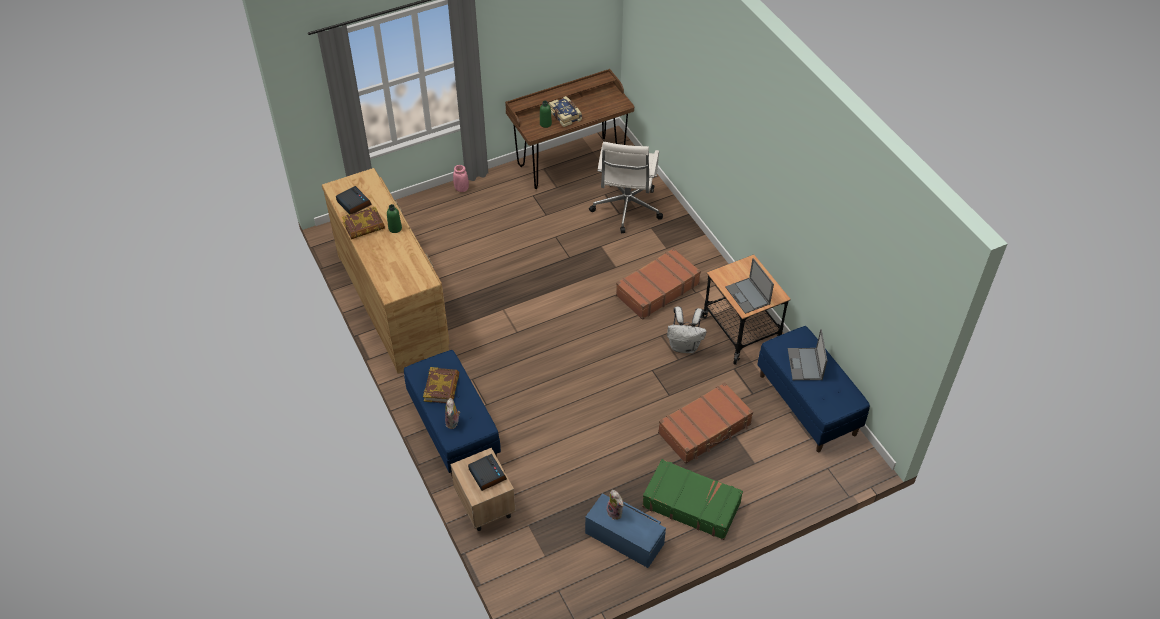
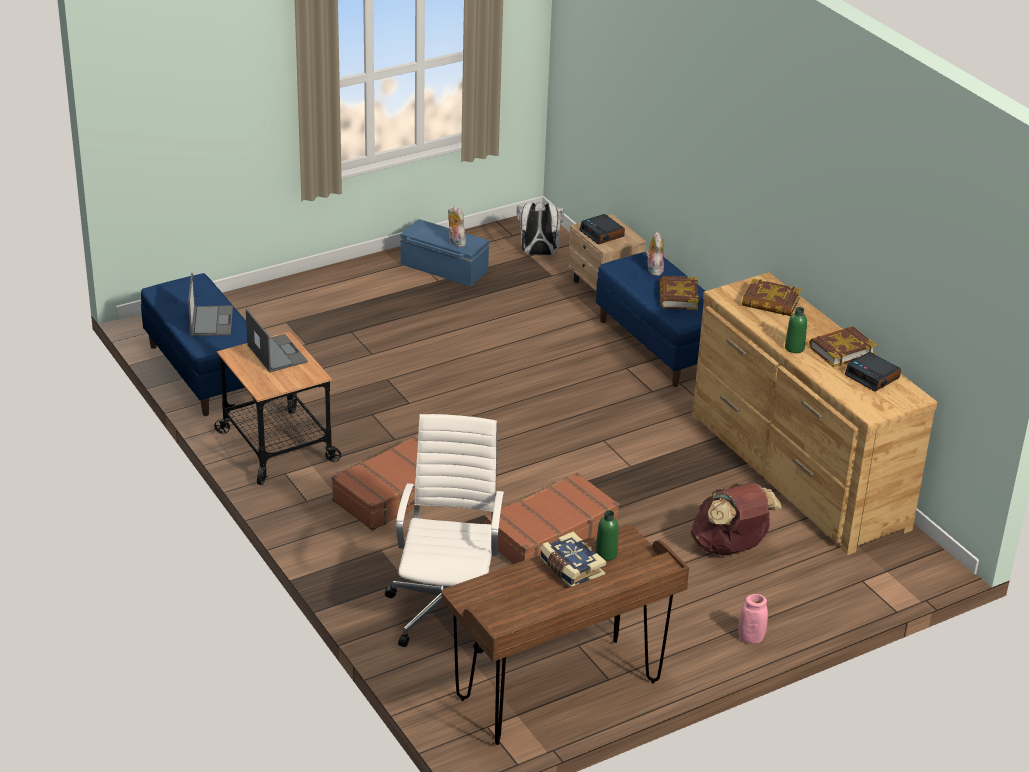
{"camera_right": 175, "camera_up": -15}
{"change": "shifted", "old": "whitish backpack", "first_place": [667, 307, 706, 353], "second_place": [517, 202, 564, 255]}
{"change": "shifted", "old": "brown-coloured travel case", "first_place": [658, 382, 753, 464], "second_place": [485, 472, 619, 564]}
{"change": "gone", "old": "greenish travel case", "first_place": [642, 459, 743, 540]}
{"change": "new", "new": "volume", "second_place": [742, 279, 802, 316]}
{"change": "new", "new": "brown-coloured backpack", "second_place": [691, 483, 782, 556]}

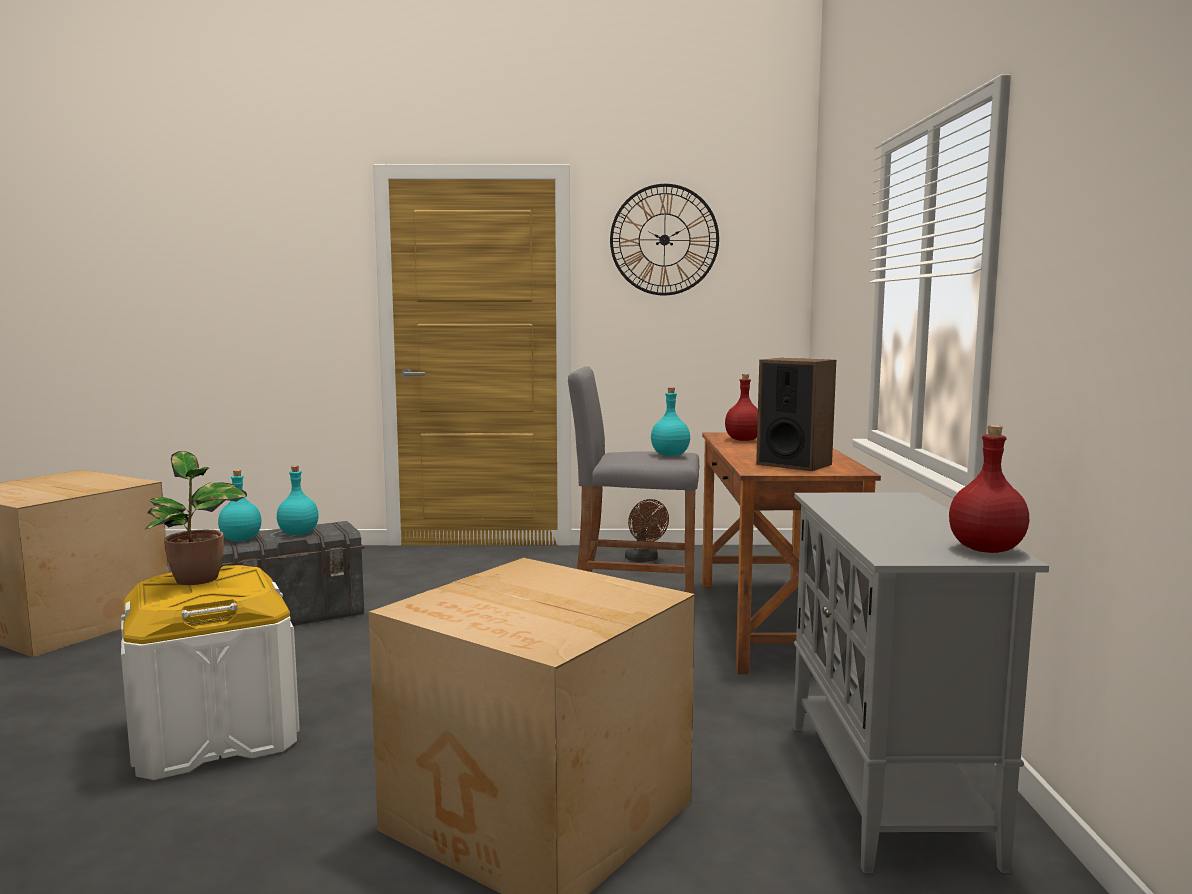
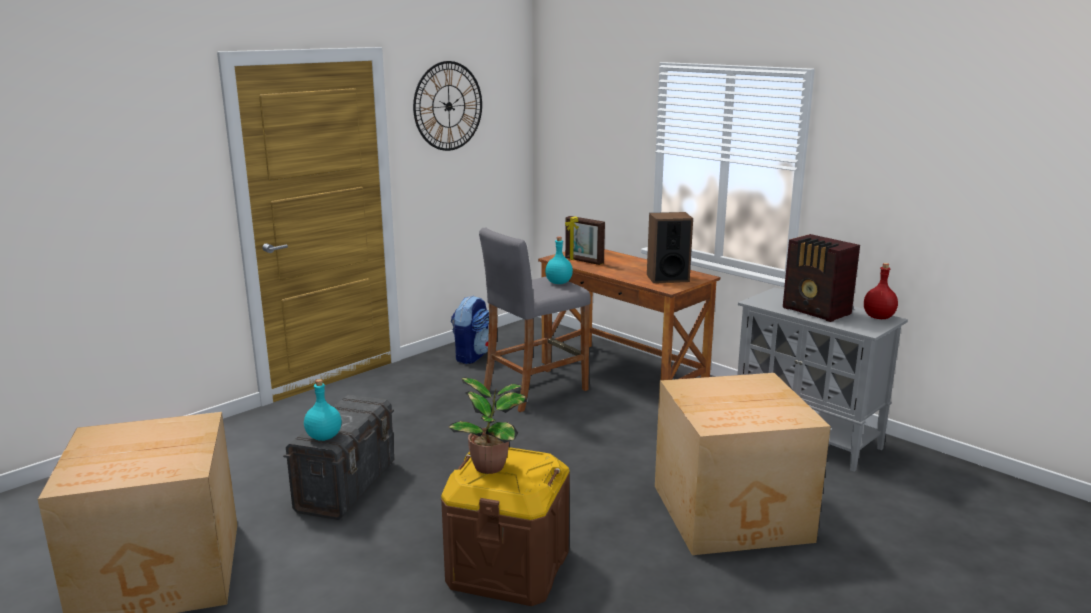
{"camera_right": -45, "camera_up": 10}
{"change": "swapped", "old": "red-coloured drink bottle", "new": "picture frame", "first_place": [725, 374, 758, 441], "second_place": [565, 216, 605, 265]}
{"change": "gone", "old": "turquoise drink bottle", "first_place": [277, 466, 319, 535]}
{"change": "swapped", "old": "brown-coloured fan", "new": "backpack", "first_place": [625, 499, 669, 562], "second_place": [451, 295, 489, 364]}
{"change": "repainted", "old": "whitish storage container", "new": "brown-coloured storage container", "first_place": [121, 565, 300, 780], "second_place": [441, 447, 570, 606]}
{"change": "new", "new": "radio receiver", "second_place": [783, 234, 860, 322]}

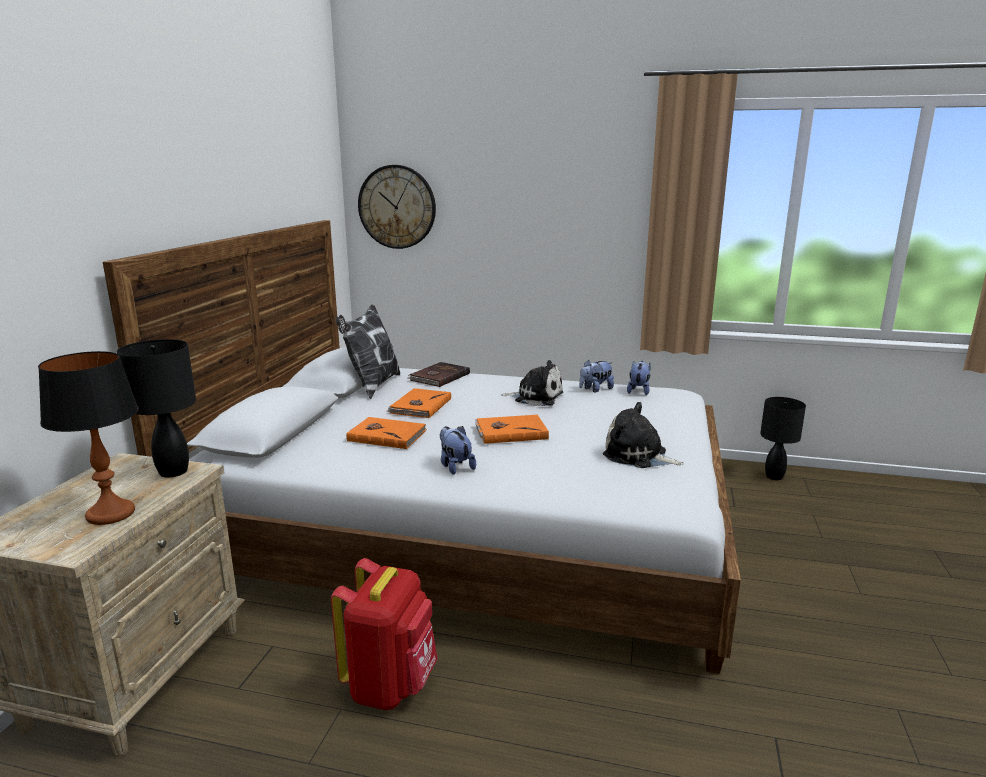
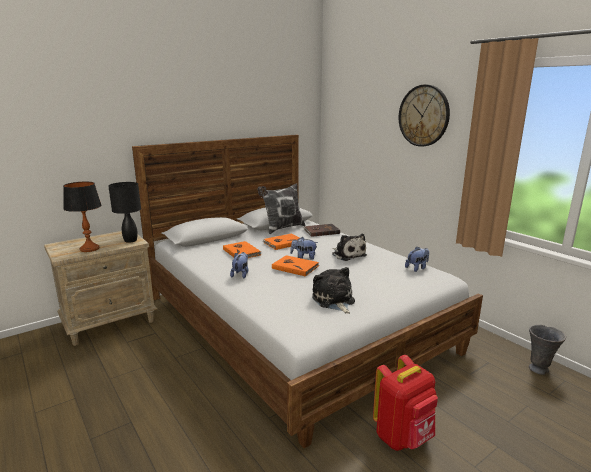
{"camera_right": 40, "camera_up": 0}
{"change": "shifted", "old": "clock on the wall", "first_place": [358, 165, 436, 249], "second_place": [399, 84, 450, 147]}
{"change": "shifted", "old": "plush toy", "first_place": [579, 360, 614, 393], "second_place": [290, 237, 318, 260]}
{"change": "swapped", "old": "blackish tabletop lamp", "new": "greyish flower vase", "first_place": [760, 397, 806, 480], "second_place": [529, 325, 566, 375]}
{"change": "shifted", "old": "red-coloured backpack", "first_place": [331, 558, 437, 710], "second_place": [373, 355, 438, 451]}

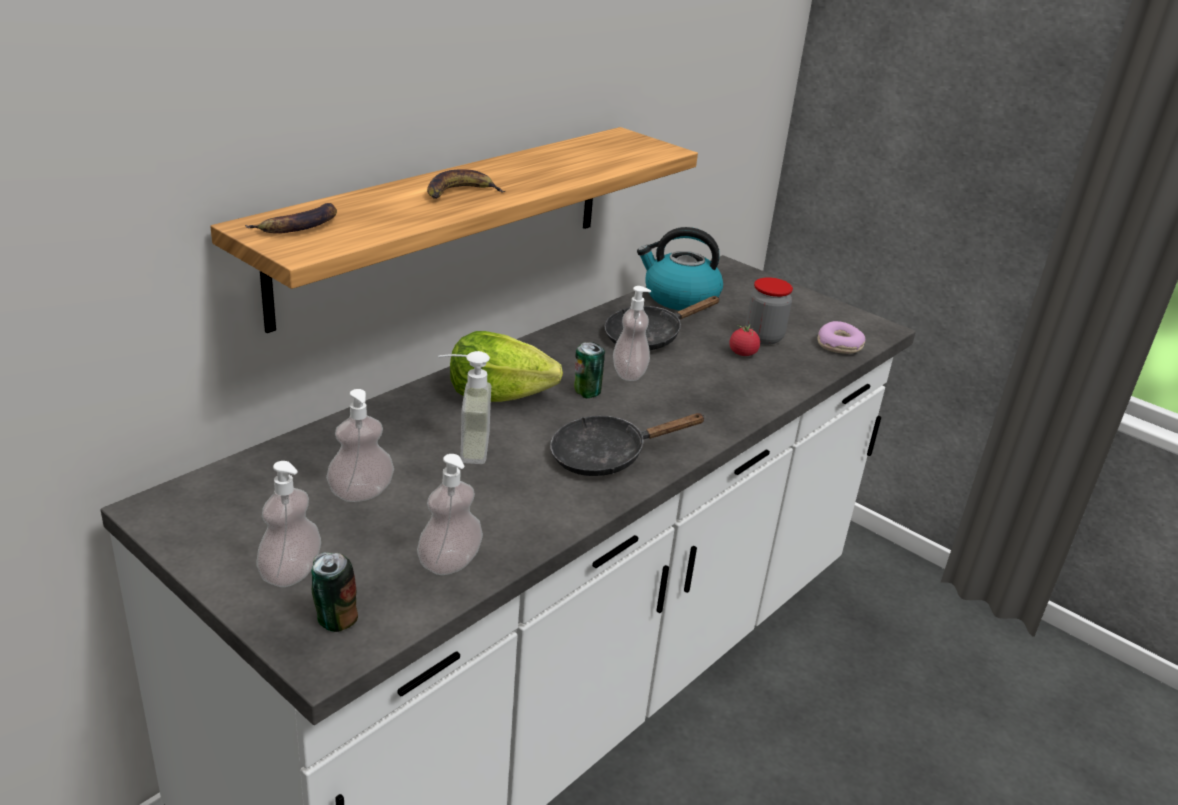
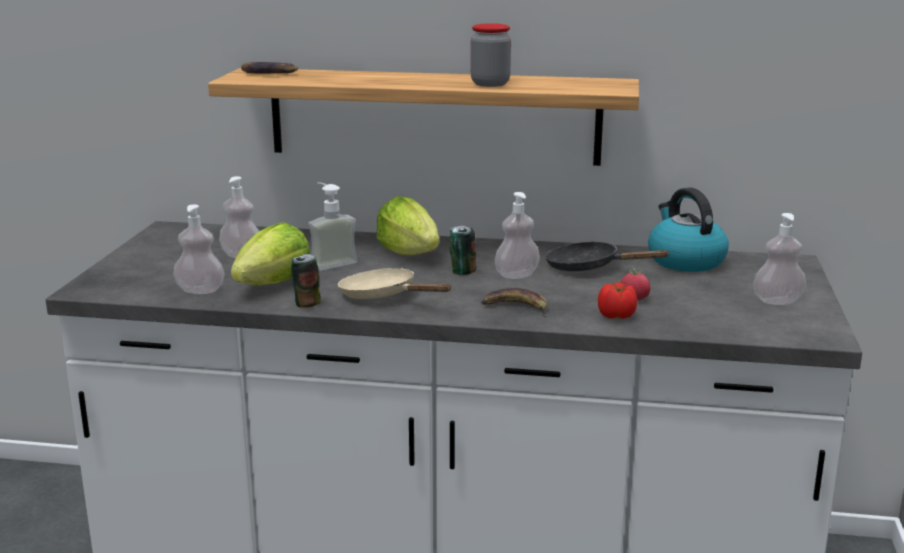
{"camera_right": 60, "camera_up": -10}
{"change": "shifted", "old": "banana", "first_place": [427, 169, 505, 199], "second_place": [481, 288, 547, 317]}
{"change": "shifted", "old": "jar", "first_place": [746, 277, 793, 345], "second_place": [471, 23, 511, 87]}
{"change": "gone", "old": "donut", "first_place": [817, 321, 866, 354]}
{"change": "repainted", "old": "blackish skillet", "new": "beige skillet", "first_place": [550, 413, 706, 476], "second_place": [338, 268, 452, 299]}
{"change": "shifted", "old": "liquid soap bottle", "first_place": [257, 461, 321, 587], "second_place": [753, 213, 806, 305]}
{"change": "shifted", "old": "can", "first_place": [311, 552, 358, 632], "second_place": [291, 254, 321, 307]}
{"change": "new", "new": "head of lettuce", "second_place": [231, 222, 310, 285]}
{"change": "new", "new": "tomato", "second_place": [598, 282, 637, 319]}

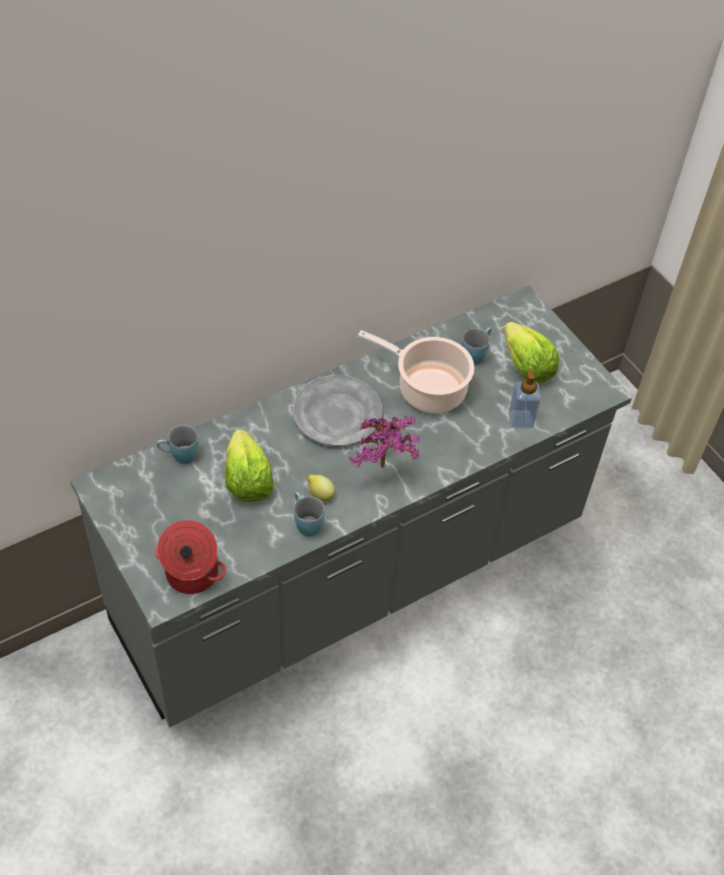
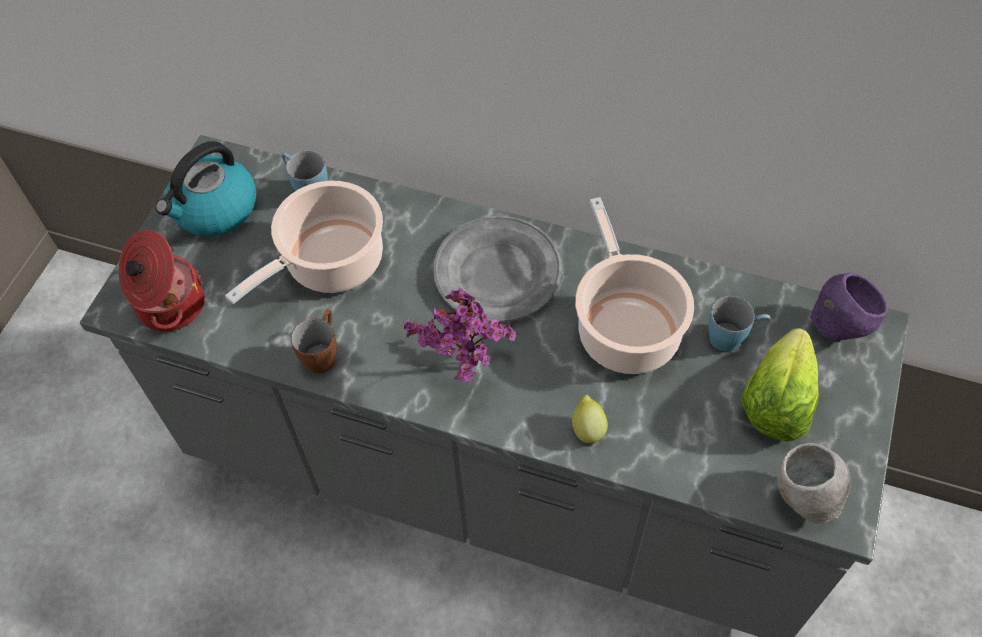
{"camera_right": 55, "camera_up": 5}
{"change": "gone", "old": "liquid soap bottle", "first_place": [509, 368, 541, 428]}
{"change": "swapped", "old": "head of lettuce", "new": "stockpot", "first_place": [225, 430, 274, 502], "second_place": [225, 181, 383, 304]}
{"change": "shifted", "old": "whole lemon", "first_place": [307, 474, 335, 501], "second_place": [572, 394, 608, 445]}
{"change": "repainted", "old": "blue-coloured mug", "new": "brown-coloured mug", "first_place": [294, 492, 325, 537], "second_place": [291, 309, 337, 374]}
{"change": "new", "new": "kettle", "second_place": [155, 141, 256, 236]}
{"change": "new", "new": "purplish bowl", "second_place": [810, 273, 888, 342]}
{"change": "new", "new": "greyish bowl", "second_place": [777, 443, 851, 524]}

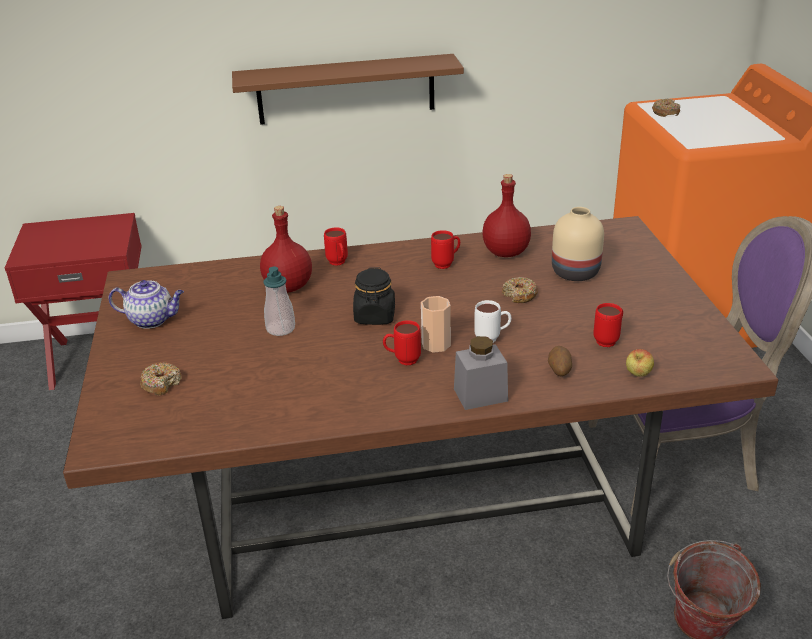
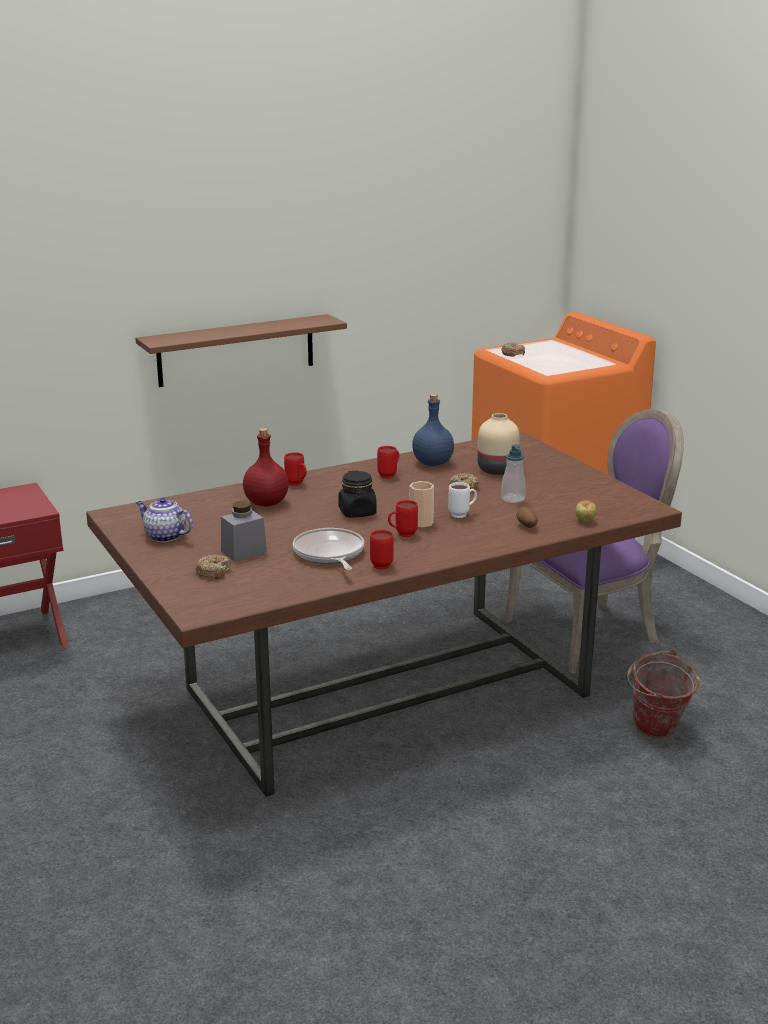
{"camera_right": -20, "camera_up": -10}
{"change": "repainted", "old": "red-coloured drink bottle", "new": "blue-coloured drink bottle", "first_place": [482, 174, 531, 257], "second_place": [412, 394, 454, 466]}
{"change": "shifted", "old": "liquid soap bottle", "first_place": [263, 267, 295, 336], "second_place": [501, 445, 526, 503]}
{"change": "rotated", "old": "pot for tea", "first_place": [108, 280, 184, 329], "second_place": [136, 497, 193, 542], "degrees": -135}
{"change": "shifted", "old": "red-coloured mug", "first_place": [594, 303, 623, 347], "second_place": [370, 530, 394, 570]}
{"change": "shifted", "old": "greyish jar", "first_place": [454, 336, 508, 410], "second_place": [221, 501, 267, 561]}
{"change": "new", "new": "skillet", "second_place": [293, 528, 364, 570]}

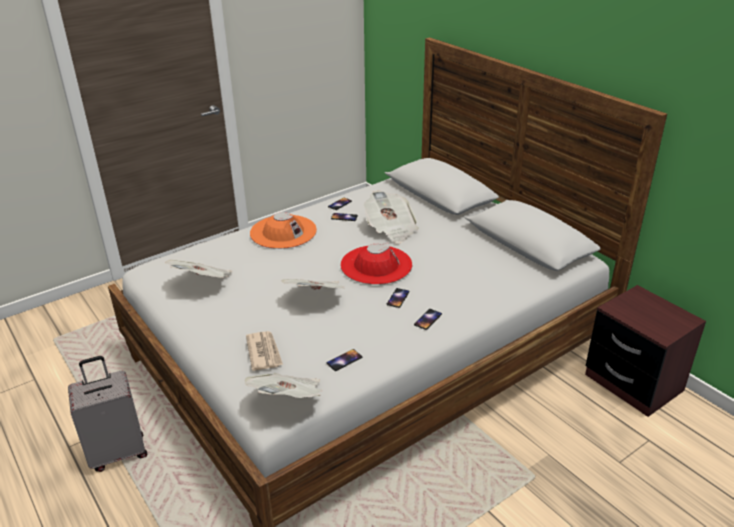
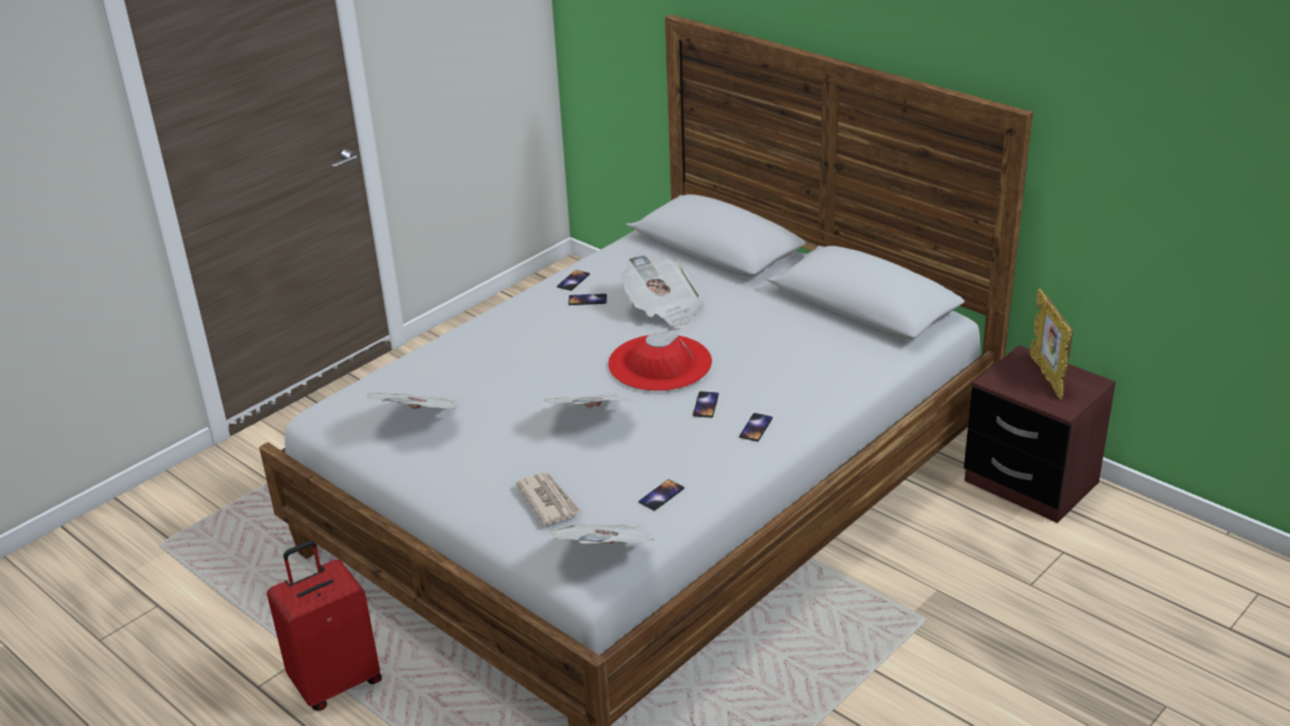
{"camera_right": -10, "camera_up": 0}
{"change": "gone", "old": "orange clothing hat", "first_place": [250, 212, 317, 249]}
{"change": "repainted", "old": "greyish travel case", "new": "red-coloured travel case", "first_place": [68, 356, 147, 472], "second_place": [267, 540, 382, 711]}
{"change": "new", "new": "picture frame", "second_place": [1030, 289, 1073, 399]}

